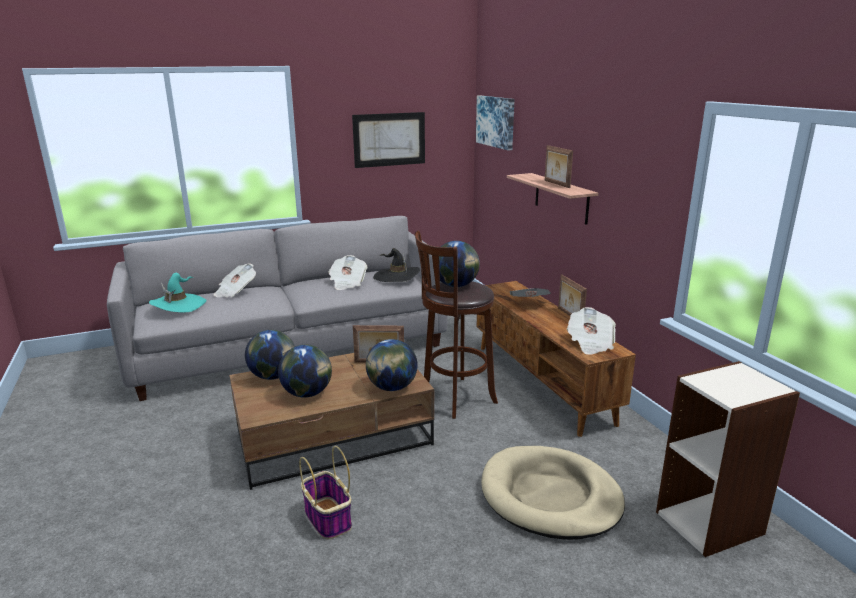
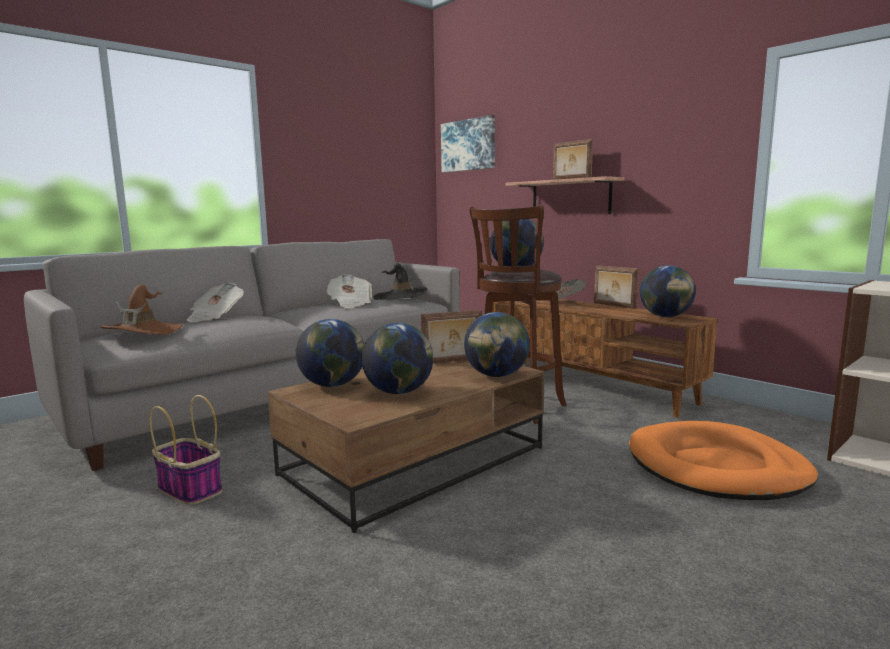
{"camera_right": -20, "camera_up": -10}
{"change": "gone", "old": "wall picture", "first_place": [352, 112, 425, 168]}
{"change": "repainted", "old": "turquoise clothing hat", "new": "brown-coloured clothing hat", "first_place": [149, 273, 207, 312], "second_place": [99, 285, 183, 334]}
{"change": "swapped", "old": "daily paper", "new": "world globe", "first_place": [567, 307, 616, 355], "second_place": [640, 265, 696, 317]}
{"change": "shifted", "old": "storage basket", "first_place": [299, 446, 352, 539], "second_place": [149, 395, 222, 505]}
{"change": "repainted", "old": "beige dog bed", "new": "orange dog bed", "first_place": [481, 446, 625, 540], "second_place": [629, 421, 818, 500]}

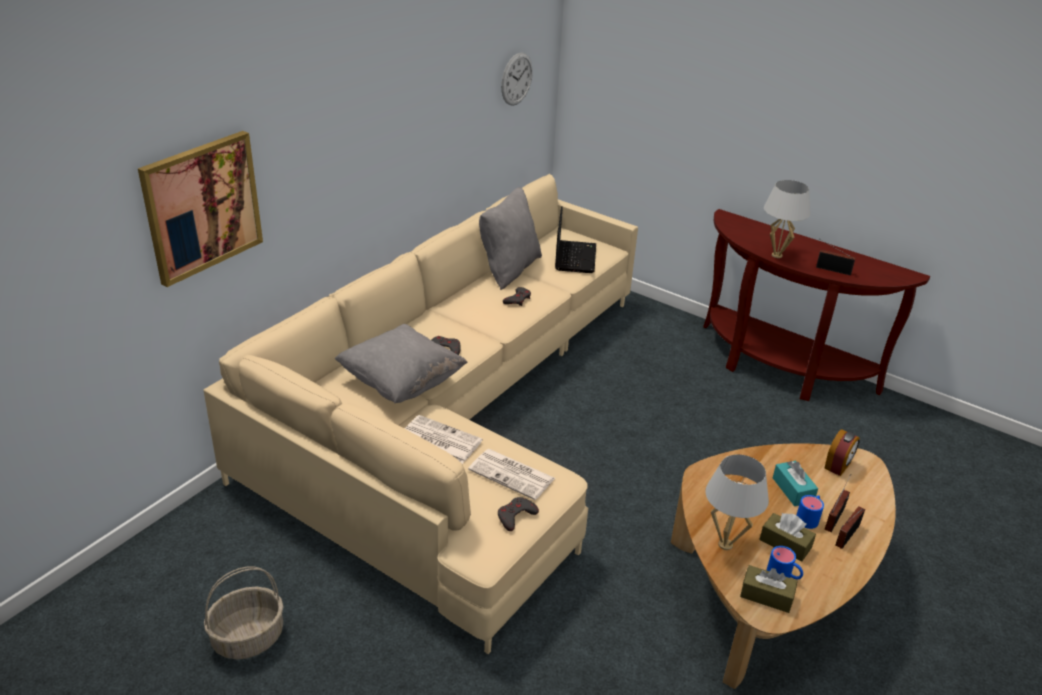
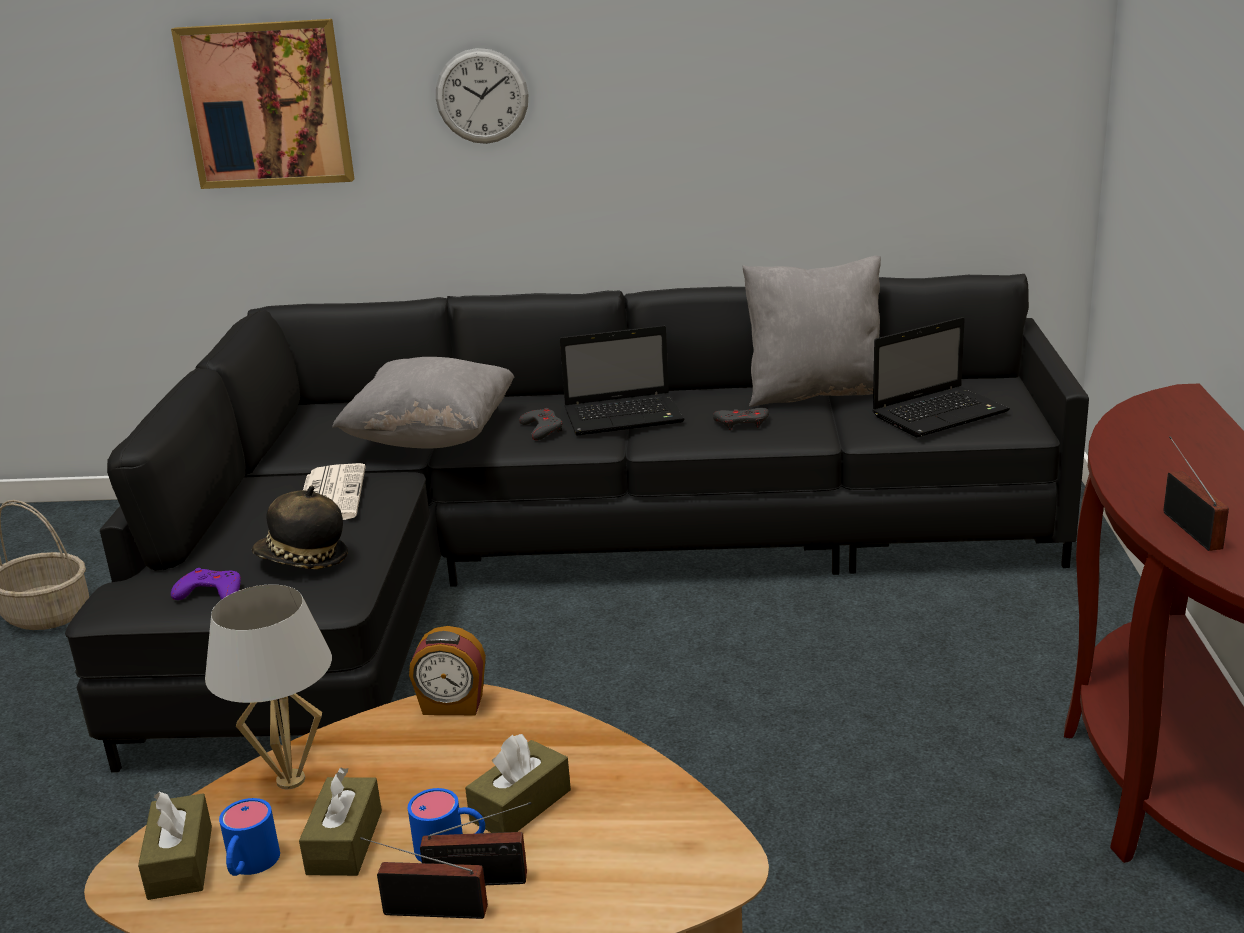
{"camera_right": 60, "camera_up": -10}
{"change": "shifted", "old": "clock on the wall", "first_place": [501, 53, 533, 106], "second_place": [436, 48, 528, 144]}
{"change": "repainted", "old": "beige settee", "new": "blackish settee", "first_place": [203, 174, 638, 654], "second_place": [65, 274, 1089, 773]}
{"change": "gone", "old": "whitish tabletop lamp", "first_place": [764, 180, 811, 258]}
{"change": "shifted", "old": "bedside clock", "first_place": [824, 429, 860, 476], "second_place": [409, 626, 486, 715]}
{"change": "swapped", "old": "daily paper", "new": "clothing hat", "first_place": [468, 449, 555, 500], "second_place": [252, 486, 348, 569]}
{"change": "repainted", "old": "turquoise box of tissues", "new": "brown-coloured box of tissues", "first_place": [773, 461, 818, 506], "second_place": [465, 734, 571, 833]}
{"change": "repainted", "old": "greyish joypad", "new": "purplish joypad", "first_place": [498, 497, 539, 531], "second_place": [171, 568, 241, 600]}
{"change": "new", "new": "notebook computer", "second_place": [560, 326, 685, 436]}

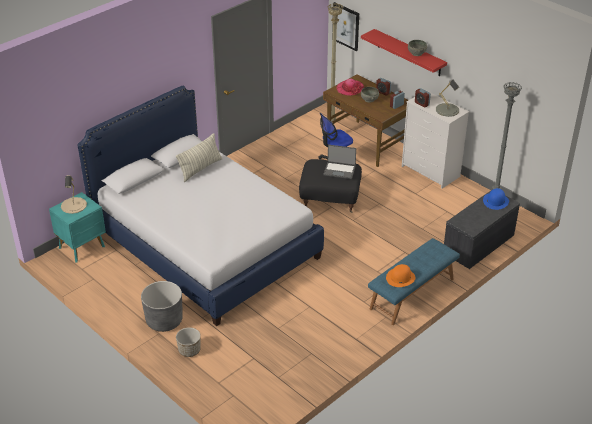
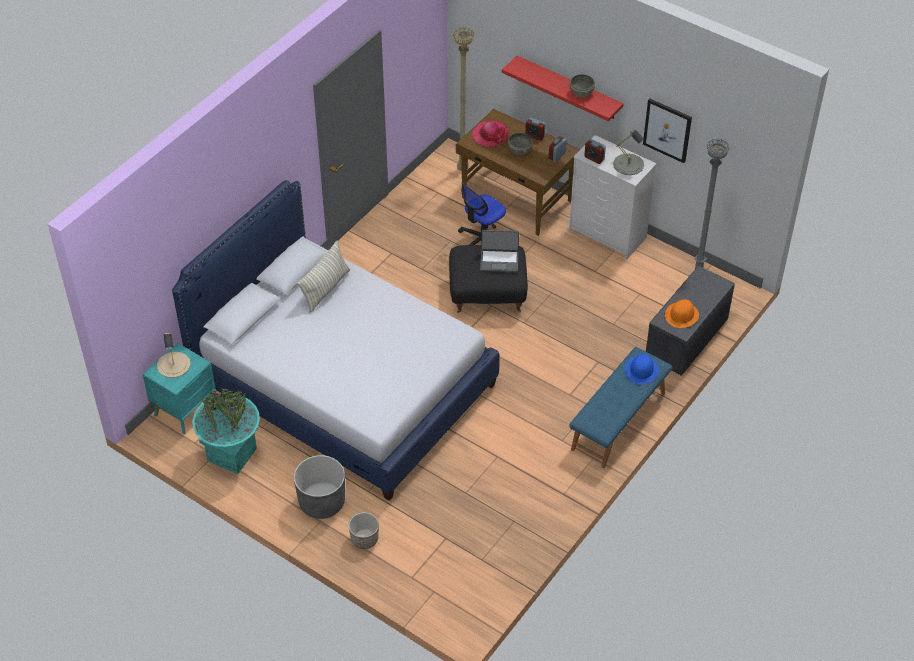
{"camera_right": -10, "camera_up": 10}
{"change": "shifted", "old": "wall picture", "first_place": [332, 2, 359, 51], "second_place": [643, 98, 692, 163]}
{"change": "shifted", "old": "blue-coloured clothing hat", "first_place": [483, 188, 509, 210], "second_place": [625, 354, 659, 384]}
{"change": "shifted", "old": "orange clothing hat", "first_place": [386, 264, 415, 287], "second_place": [665, 299, 699, 328]}
{"change": "new", "new": "turquoise planter", "second_place": [192, 388, 260, 474]}

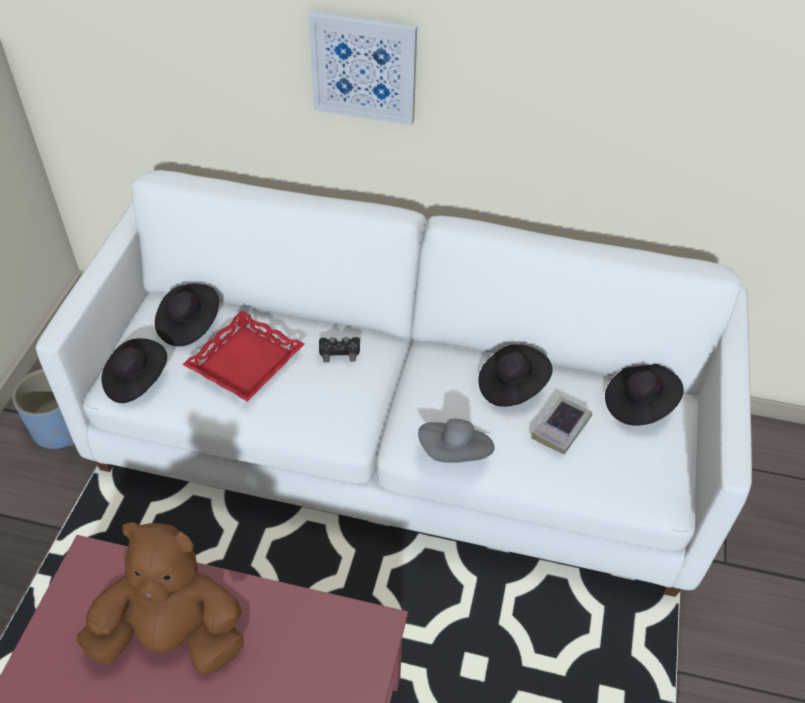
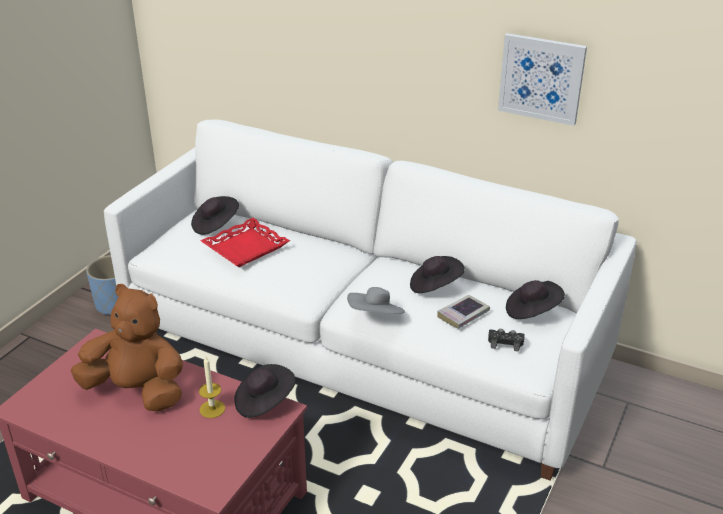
{"camera_right": 15, "camera_up": -15}
{"change": "shifted", "old": "wall picture", "first_place": [308, 11, 417, 125], "second_place": [498, 33, 587, 126]}
{"change": "shifted", "old": "blackish joypad", "first_place": [319, 337, 360, 362], "second_place": [488, 329, 525, 352]}
{"change": "shifted", "old": "blackish clothing hat", "first_place": [101, 338, 167, 403], "second_place": [234, 364, 296, 418]}
{"change": "new", "new": "wax light", "second_place": [199, 357, 225, 418]}

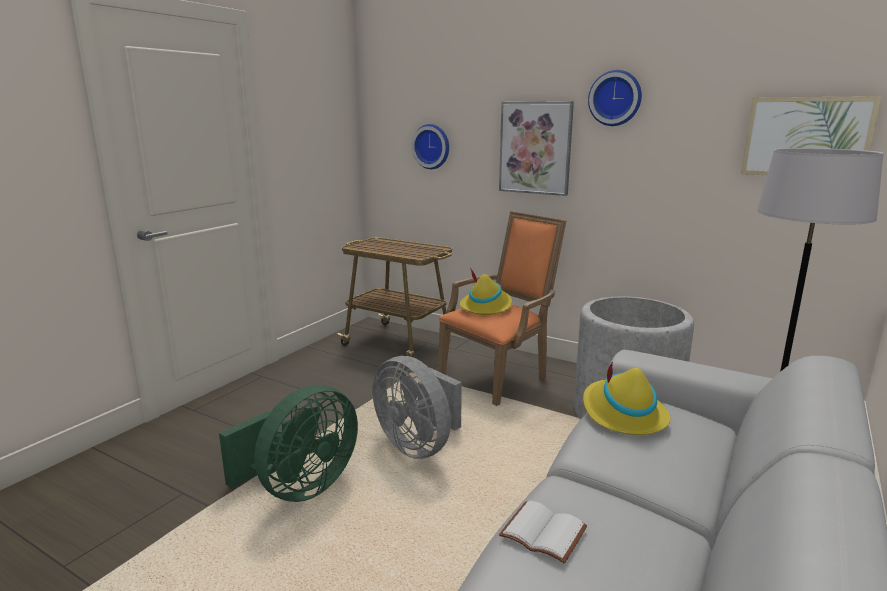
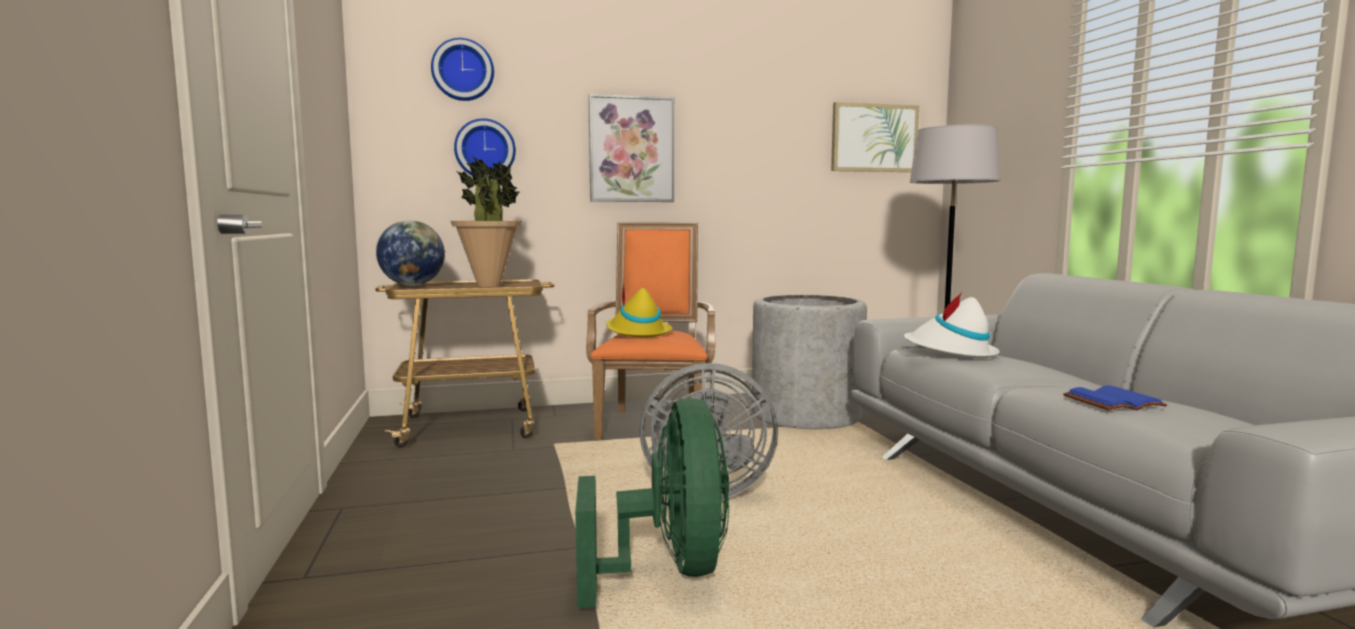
{"camera_right": -45, "camera_up": -10}
{"change": "shifted", "old": "clock on the wall", "first_place": [588, 70, 642, 126], "second_place": [431, 38, 494, 101]}
{"change": "repainted", "old": "yellowish clothing hat", "new": "whitish clothing hat", "first_place": [583, 362, 671, 435], "second_place": [904, 292, 1000, 358]}
{"change": "repainted", "old": "whitish volume", "new": "blue-coloured volume", "first_place": [499, 501, 587, 564], "second_place": [1063, 386, 1167, 410]}
{"change": "new", "new": "potted plant", "second_place": [451, 156, 522, 287]}
{"change": "new", "new": "world globe", "second_place": [376, 220, 445, 286]}

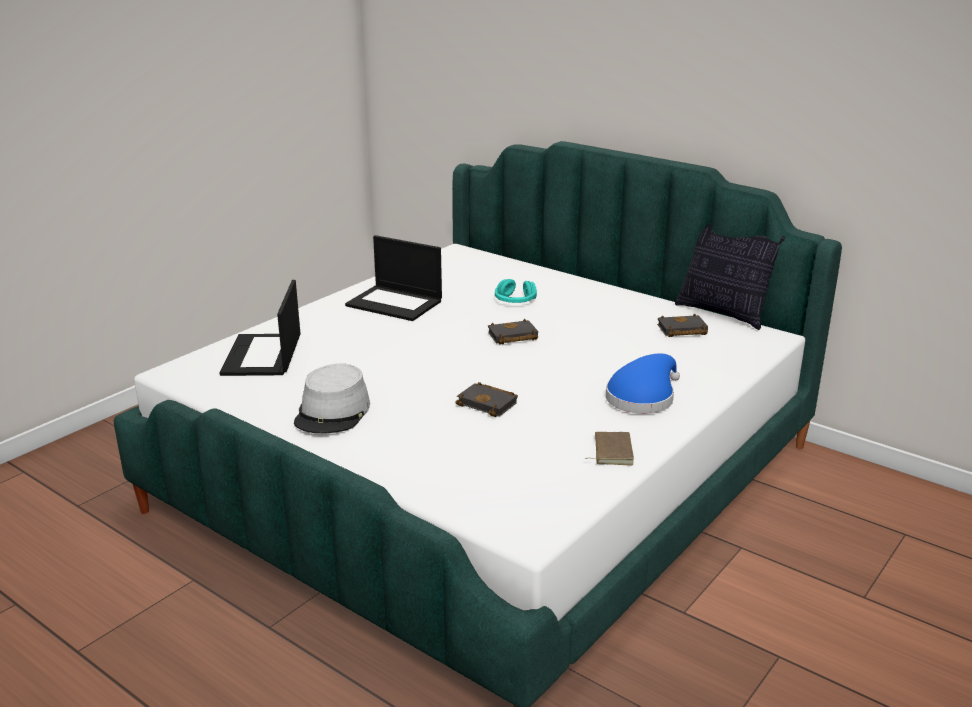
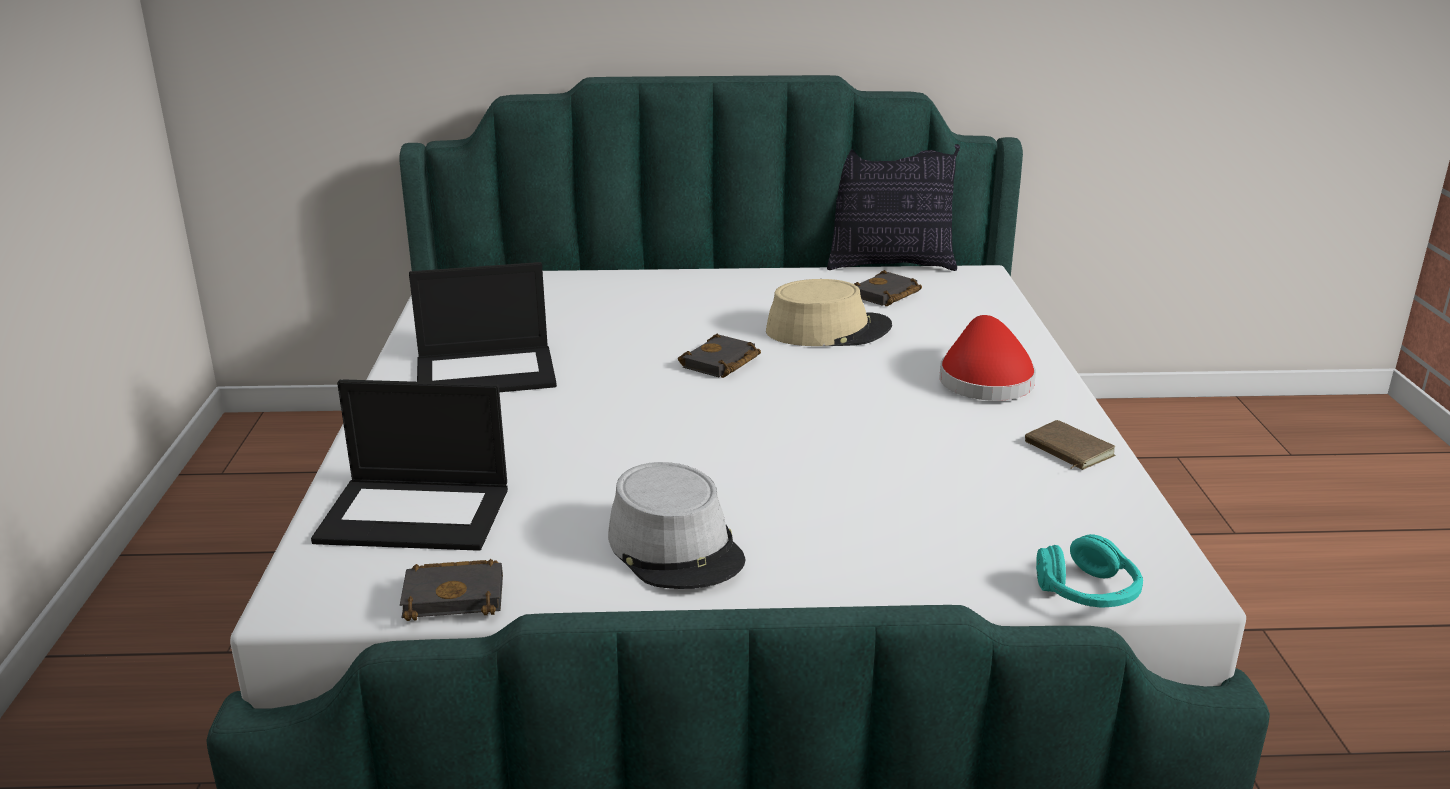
{"camera_right": -40, "camera_up": 0}
{"change": "shifted", "old": "turquoise pair of headphones", "first_place": [495, 279, 537, 303], "second_place": [1036, 534, 1143, 608]}
{"change": "rotated", "old": "notebook computer", "first_place": [219, 280, 301, 376], "second_place": [311, 379, 508, 551], "degrees": -45}
{"change": "repainted", "old": "blue-coloured clothing hat", "new": "red-coloured clothing hat", "first_place": [606, 353, 680, 414], "second_place": [939, 315, 1036, 401]}
{"change": "shifted", "old": "blackish volume", "first_place": [456, 382, 518, 417], "second_place": [400, 559, 503, 621]}
{"change": "new", "new": "beige clothing hat", "second_place": [766, 279, 892, 346]}

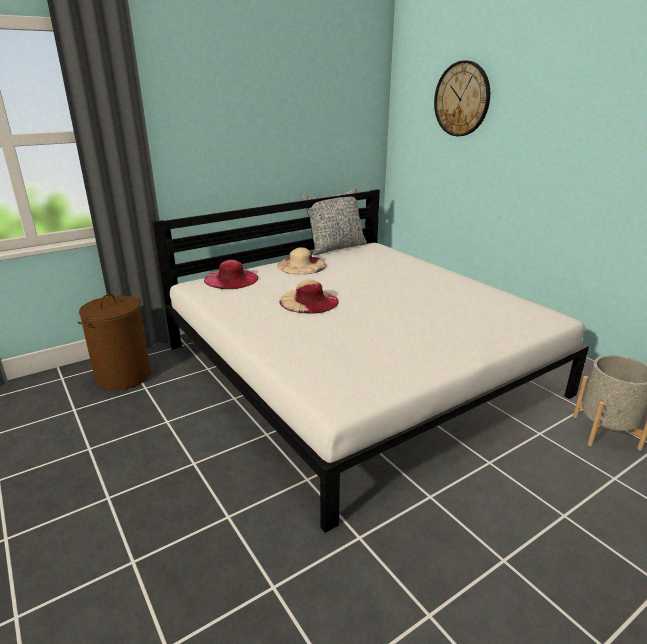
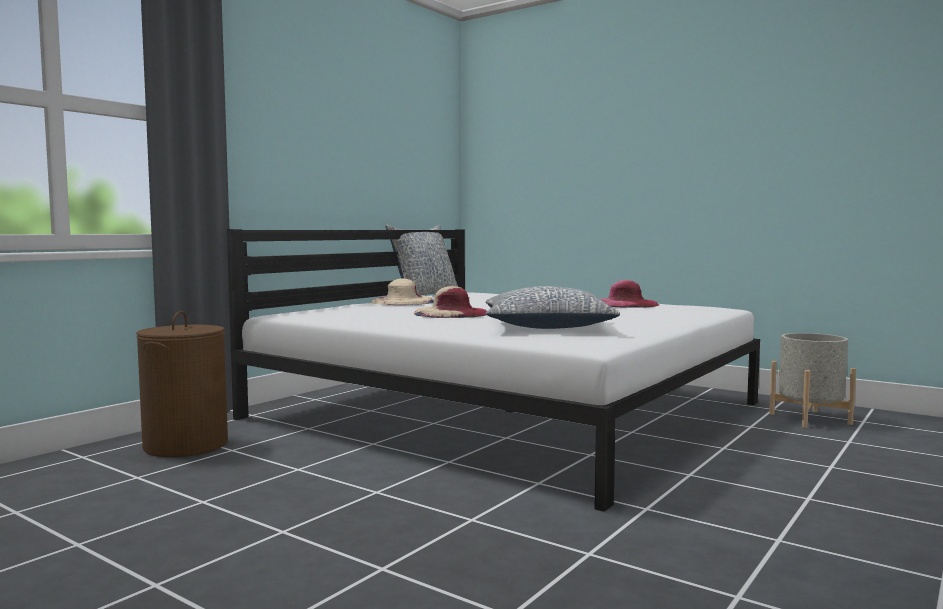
{"camera_right": -20, "camera_up": -20}
{"change": "gone", "old": "clock on the wall", "first_place": [434, 60, 490, 136]}
{"change": "shifted", "old": "pinkish clothing hat", "first_place": [204, 260, 258, 289], "second_place": [600, 280, 659, 308]}
{"change": "new", "new": "throw pillow", "second_place": [485, 286, 620, 329]}

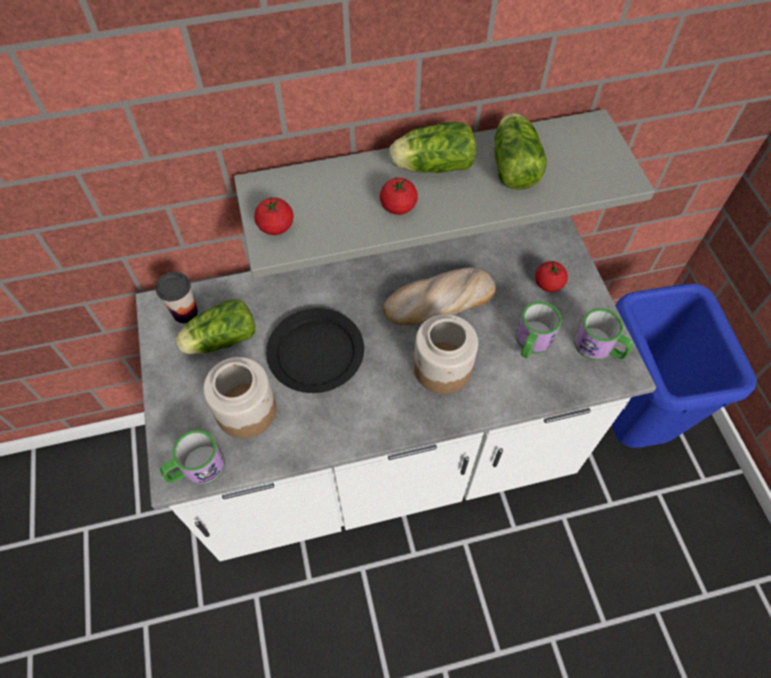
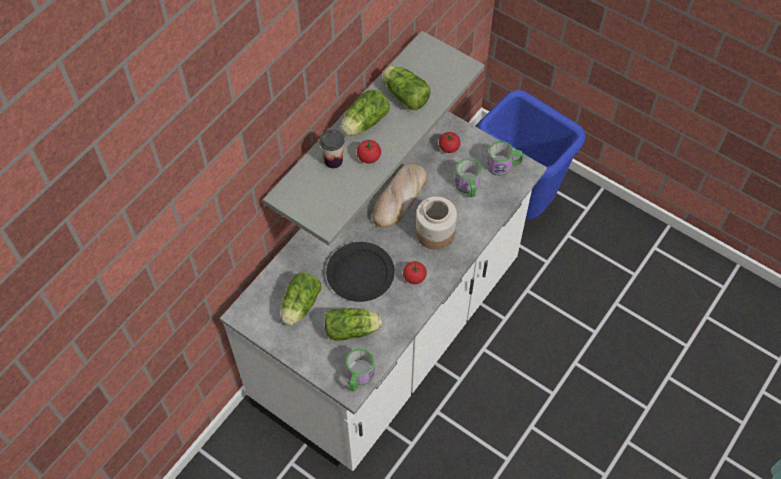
{"camera_right": -40, "camera_up": 0}
{"change": "shifted", "old": "tomato", "first_place": [254, 196, 294, 235], "second_place": [403, 261, 427, 284]}
{"change": "shifted", "old": "cup", "first_place": [155, 272, 198, 323], "second_place": [319, 129, 344, 168]}
{"change": "swapped", "old": "jar", "new": "head of lettuce", "first_place": [203, 357, 276, 438], "second_place": [325, 308, 382, 341]}

